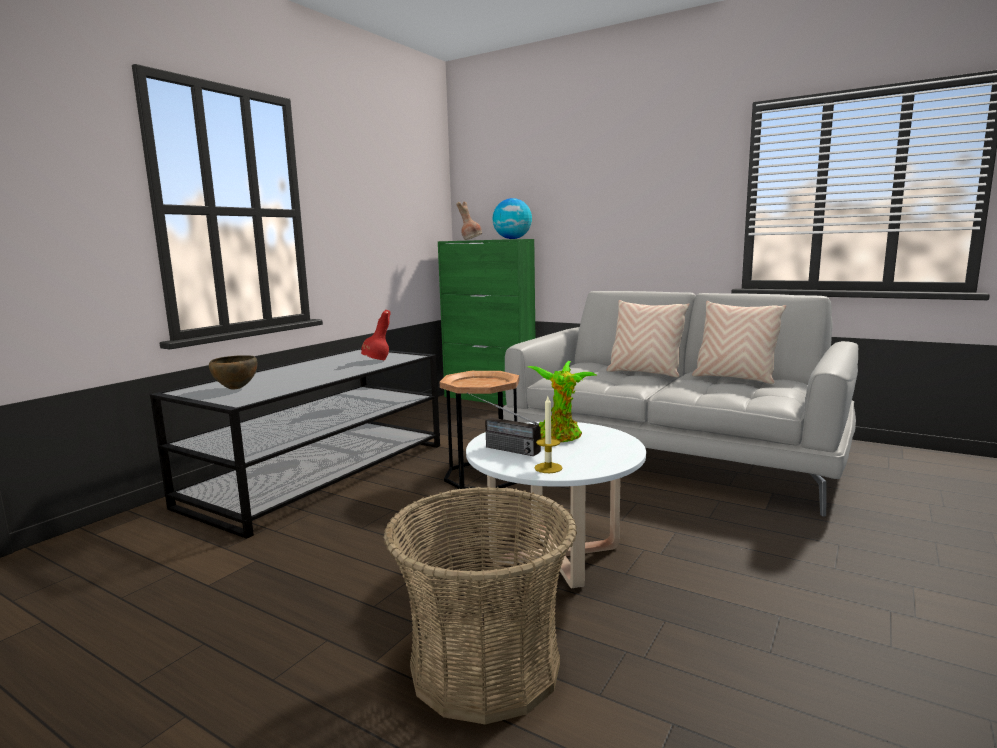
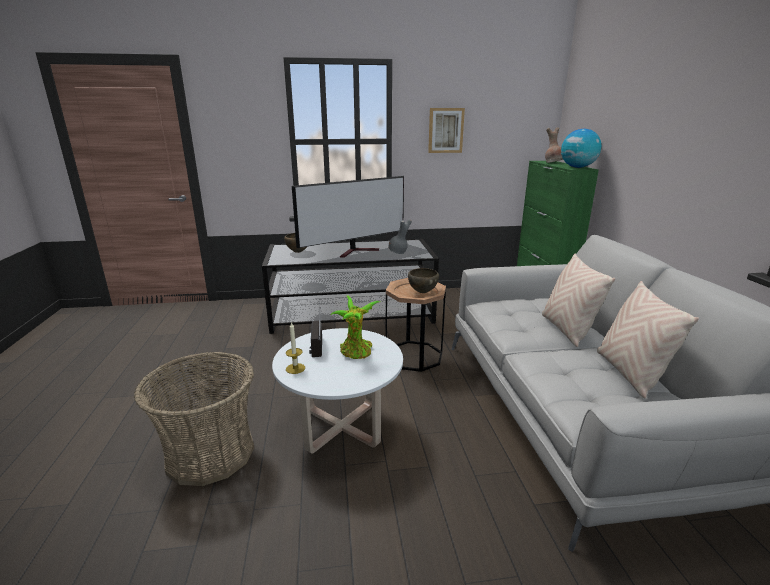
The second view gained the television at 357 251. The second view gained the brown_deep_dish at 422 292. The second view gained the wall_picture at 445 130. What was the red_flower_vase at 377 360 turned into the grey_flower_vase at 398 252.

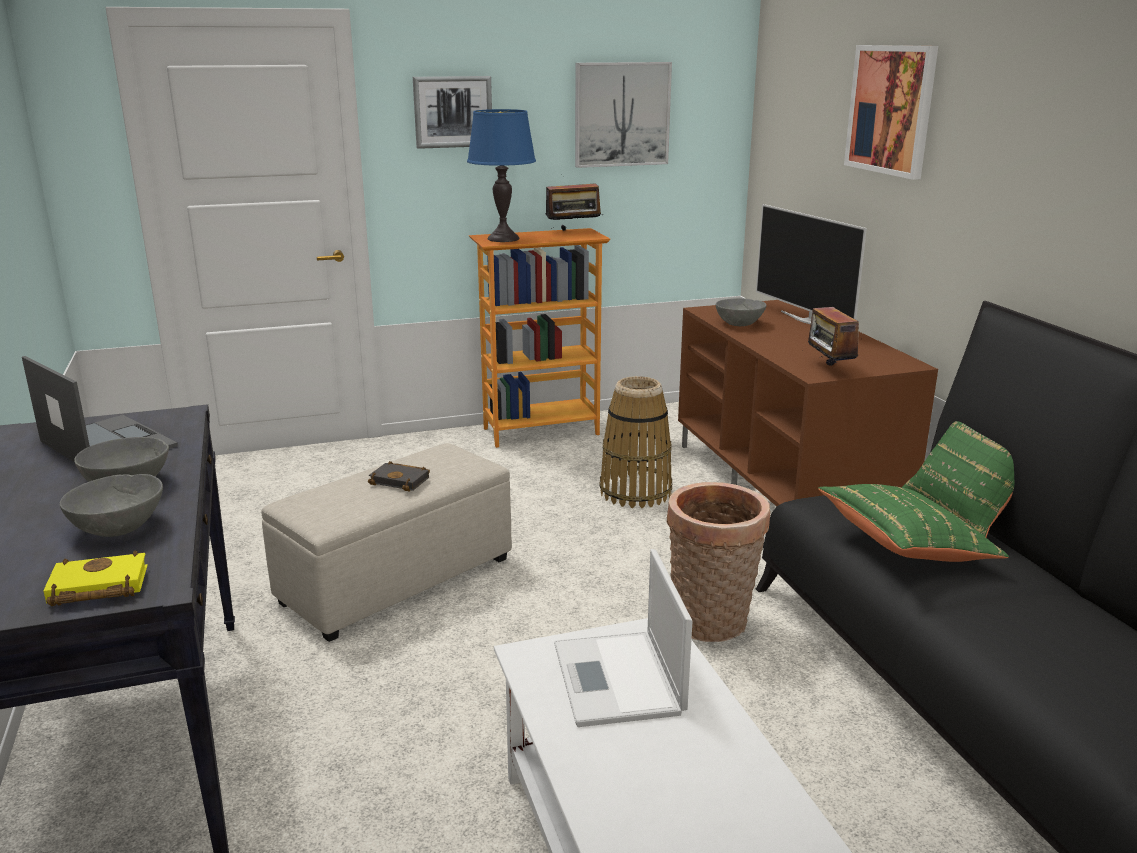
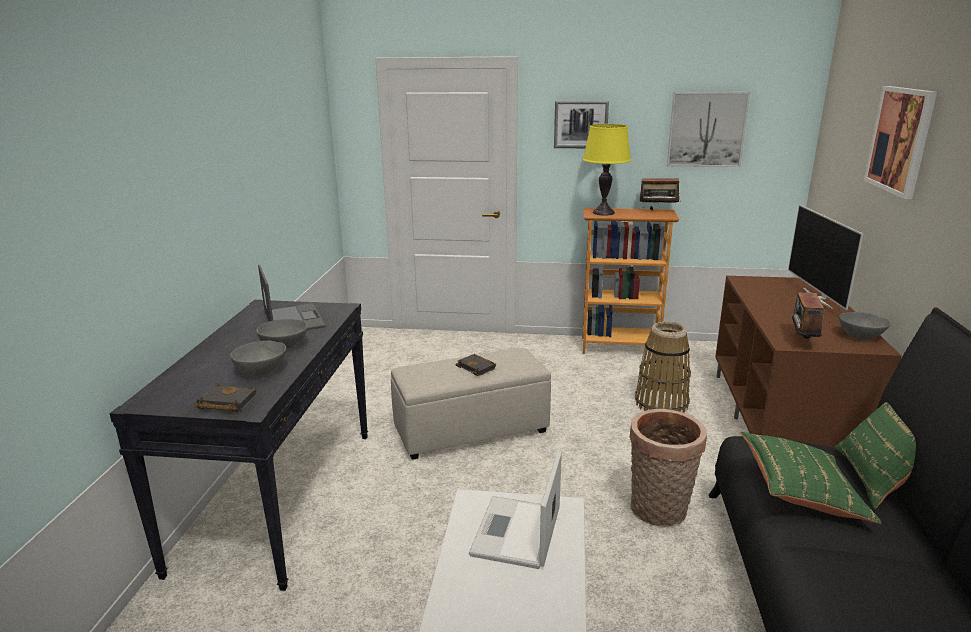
The grey_deep_dish ended up elsewhere, having gone from 739 324 to 860 336. What was the yellowish_bound_book at 95 588 turned into the black-coloured_bound_book at 225 403. What was the blue_tabletop_lamp at 503 239 turned into the yellowish_tabletop_lamp at 603 212.

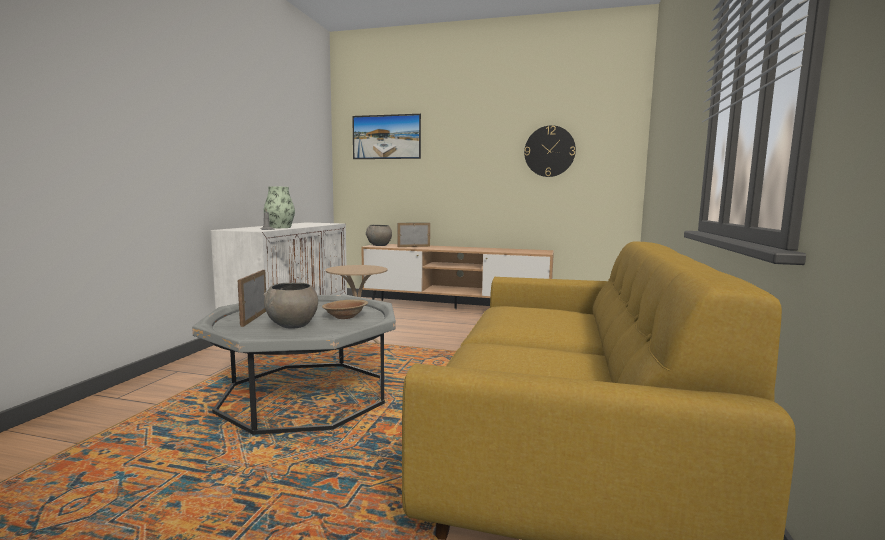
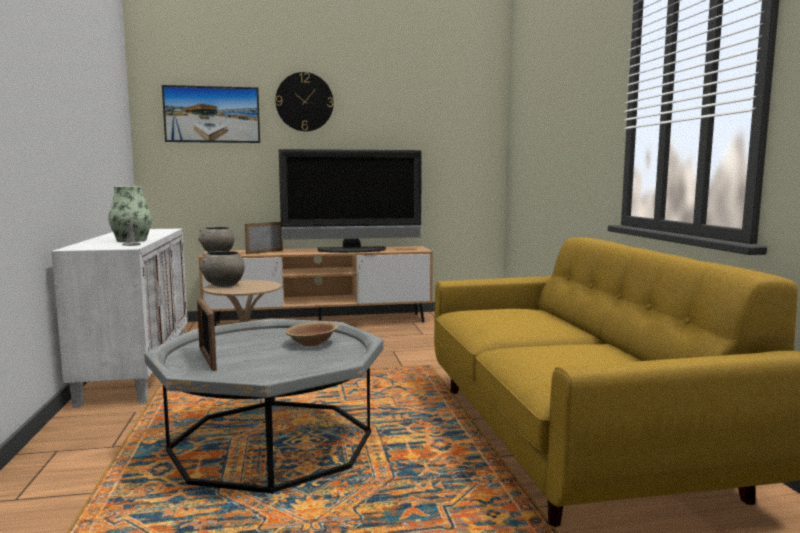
The second view gained the television at 352 250. The grey_deep_dish ended up elsewhere, having gone from 292 325 to 223 285. The clock_on_the_wall ended up elsewhere, having gone from 549 151 to 304 102.

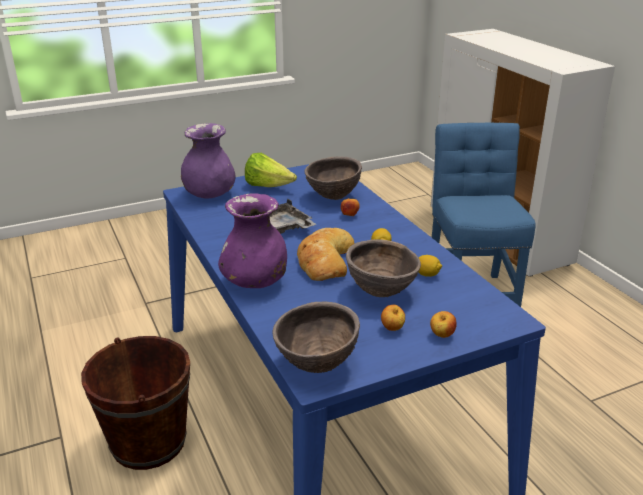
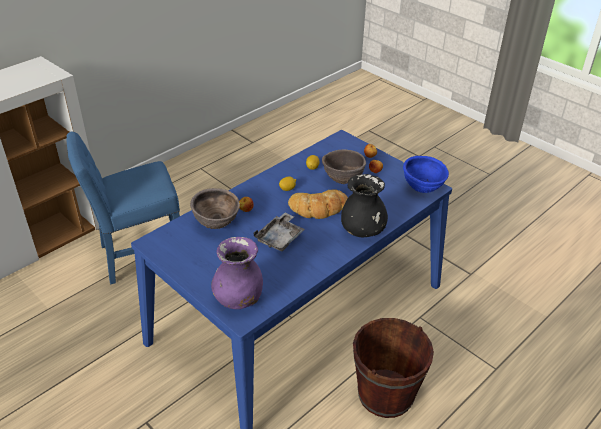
The second view lost the lettuce at 268 186. What was the purple-coloured_flower_vase at 255 282 turned into the black-coloured_flower_vase at 362 230. What was the brown_deep_dish at 316 365 turned into the blue_deep_dish at 422 189.

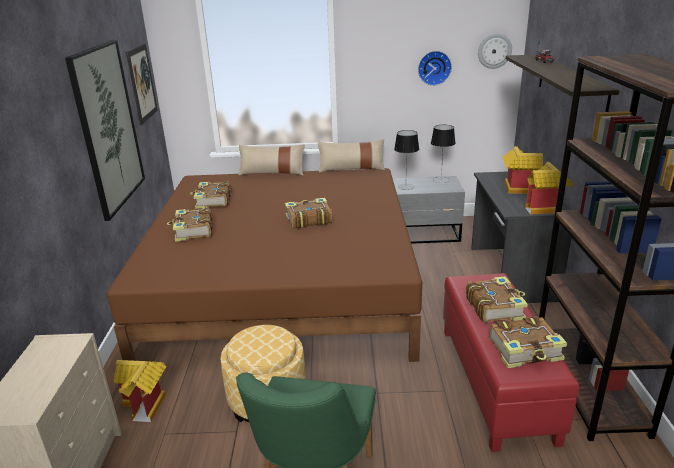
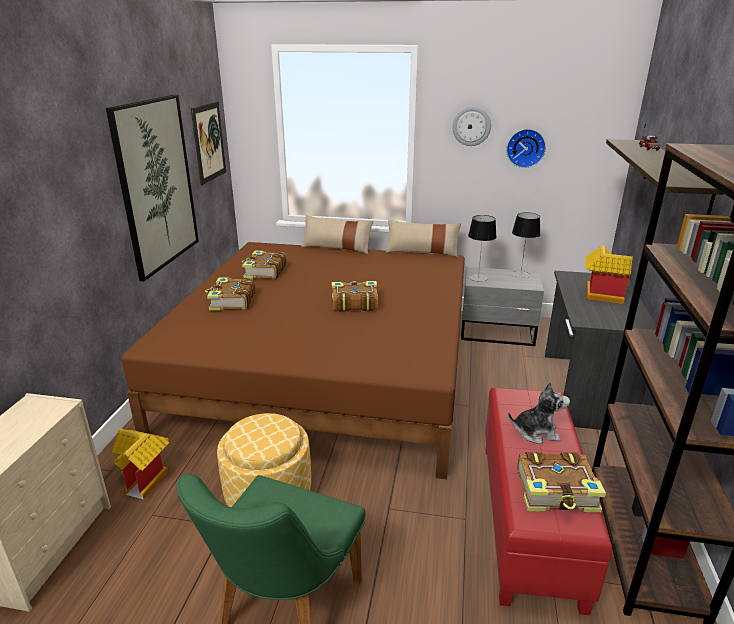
The second view lost the model_house at 545 208. The clock_on_the_wall ended up elsewhere, having gone from 494 51 to 471 126. Where the bound_book stood at 494 307, the cuddly_toy came to stand at 536 432.

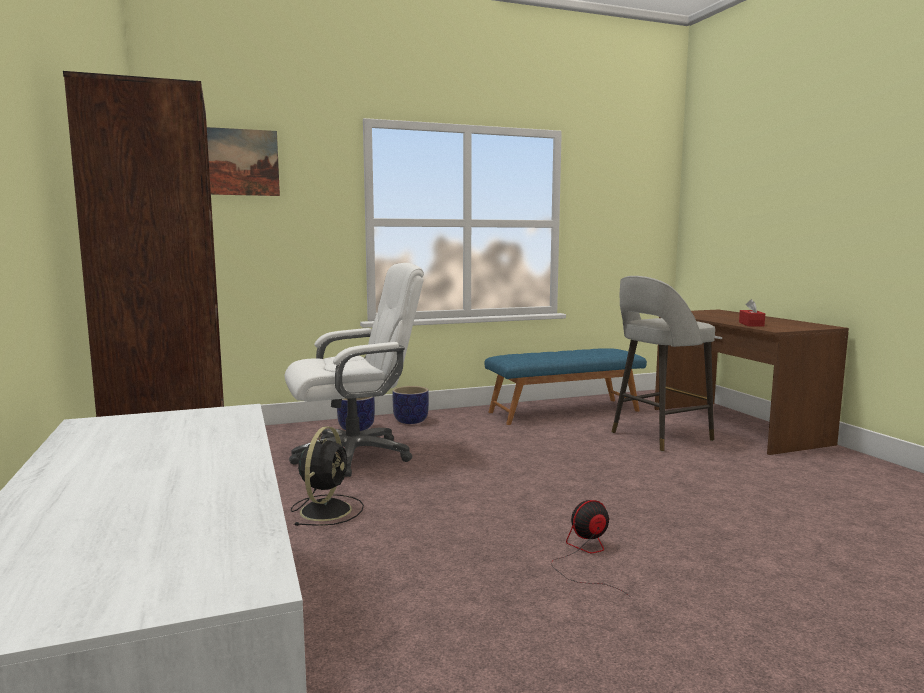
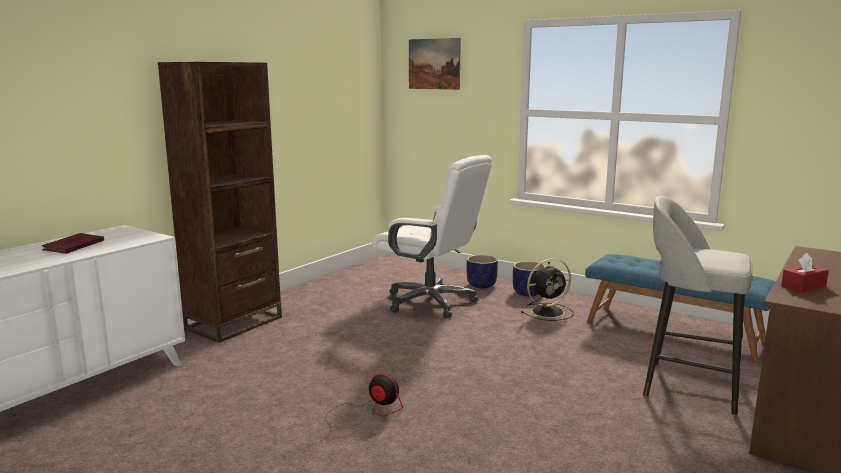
The second view gained the red_bound_book at 74 246. The black-coloured_cooling_fan ended up elsewhere, having gone from 327 509 to 549 312.

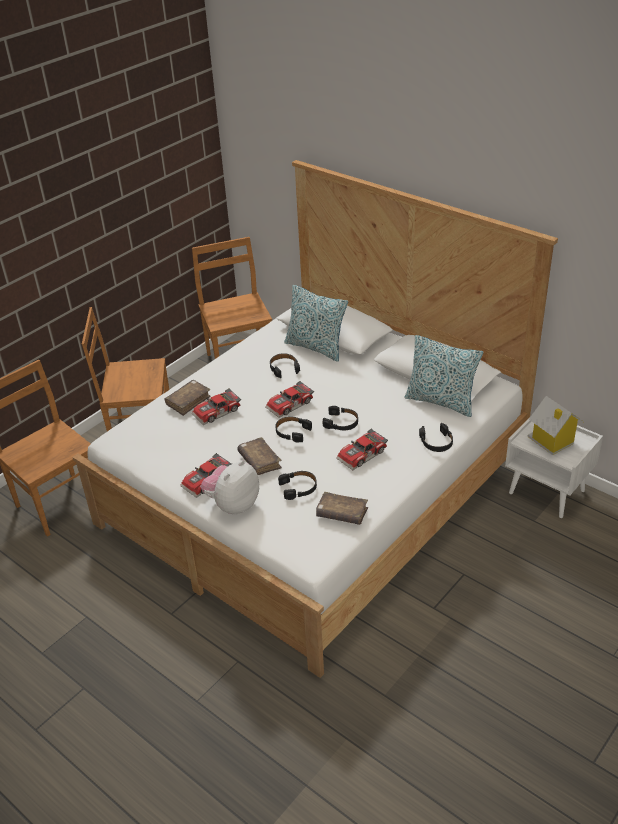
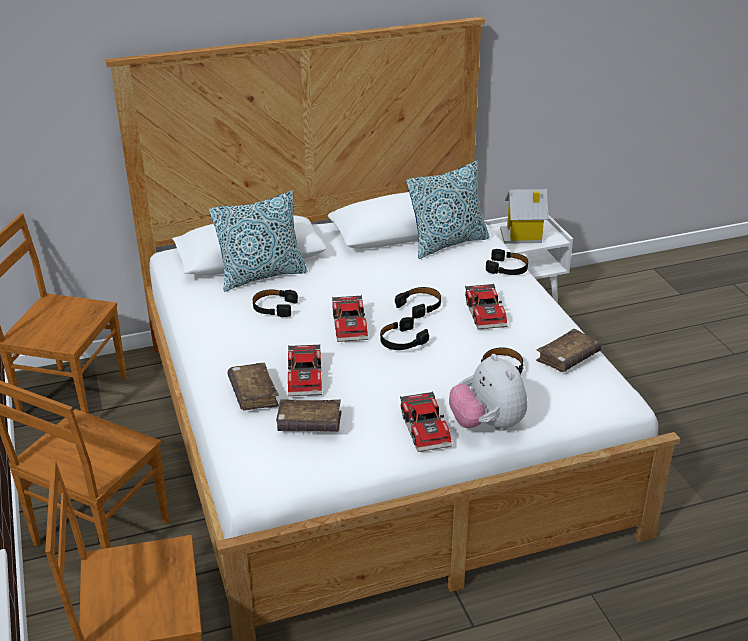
The brown_bound_book ended up elsewhere, having gone from 259 461 to 309 423.

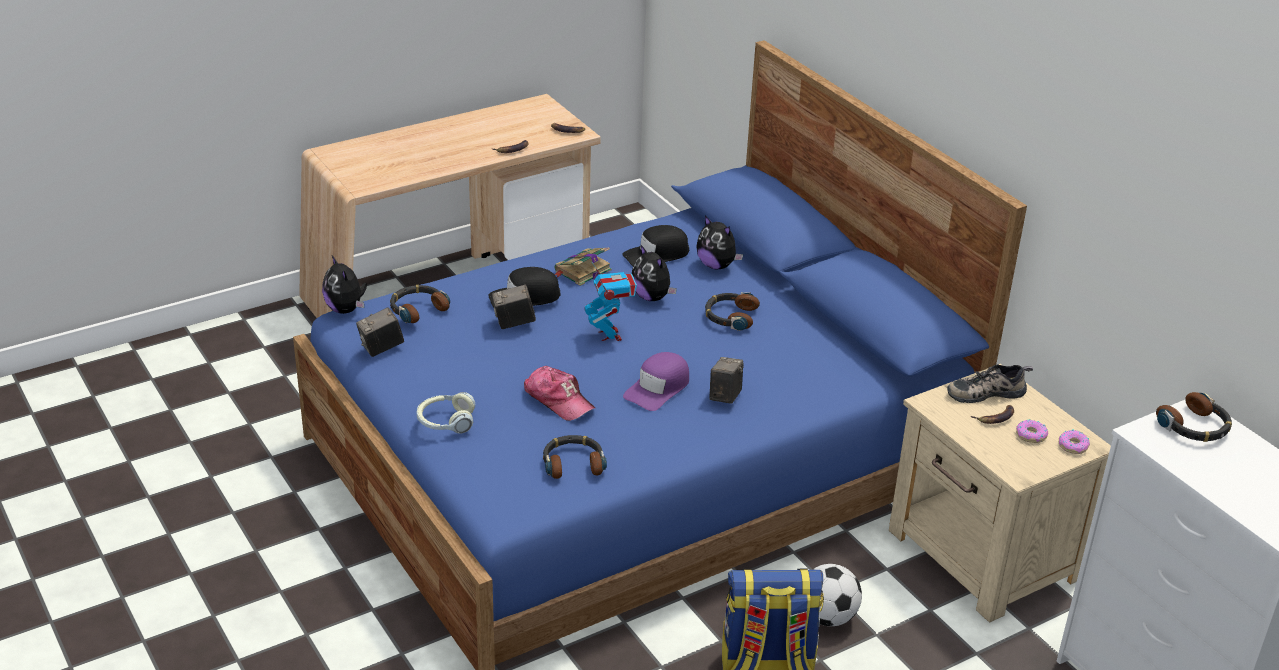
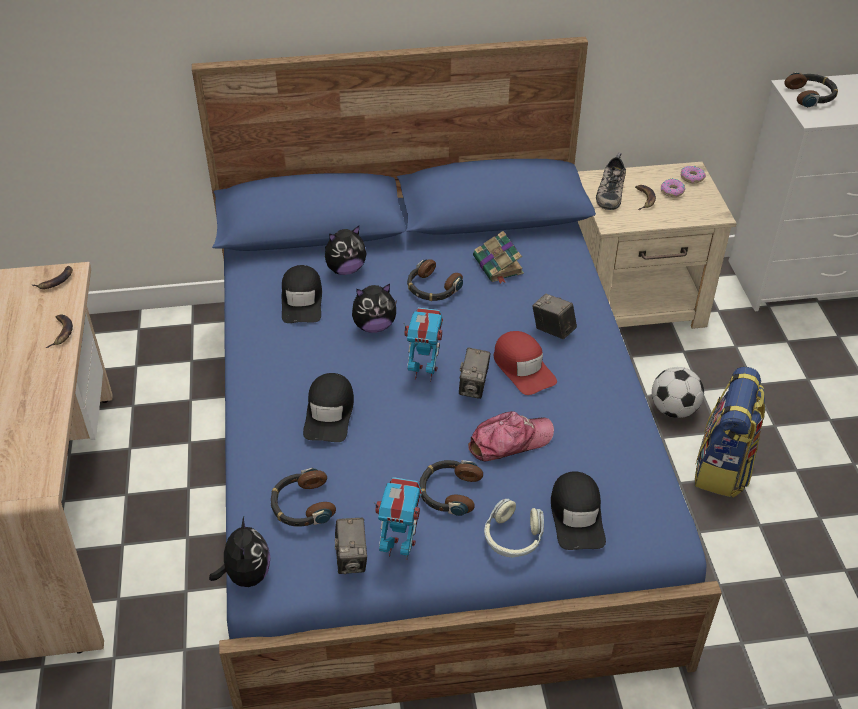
The second view gained the robot_figure at 400 548. The second view gained the black-coloured_baseball_cap at 577 516. The photo_camera ended up elsewhere, having gone from 514 323 to 473 387. The headset ended up elsewhere, having gone from 573 463 to 449 491. The bound_book ended up elsewhere, having gone from 581 271 to 498 266. What was the purple-coloured_baseball_cap at 658 388 turned into the red_baseball_cap at 523 368. The cuddly_toy at 346 309 ended up facing another way, 90 degrees counterclockwise from before.

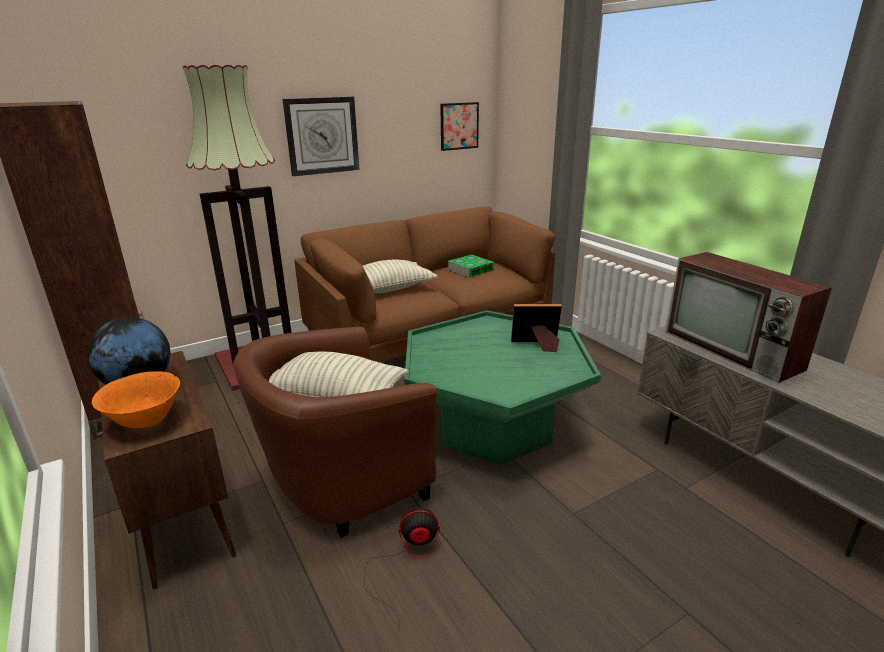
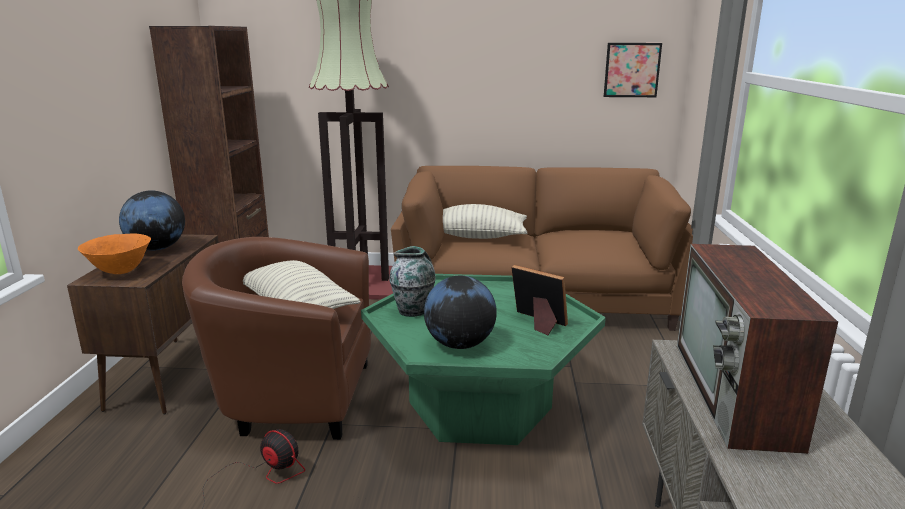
The second view lost the clock_on_the_wall at 322 136. The second view lost the bound_book at 470 269. The second view gained the flower_vase at 413 311. The second view gained the globe at 460 344.

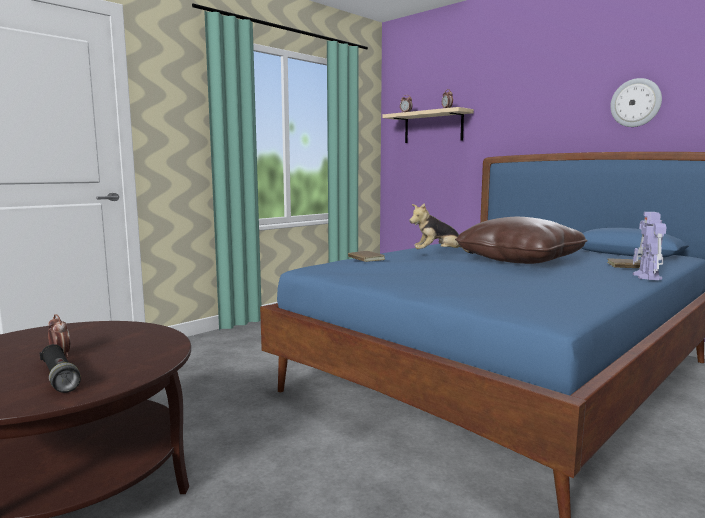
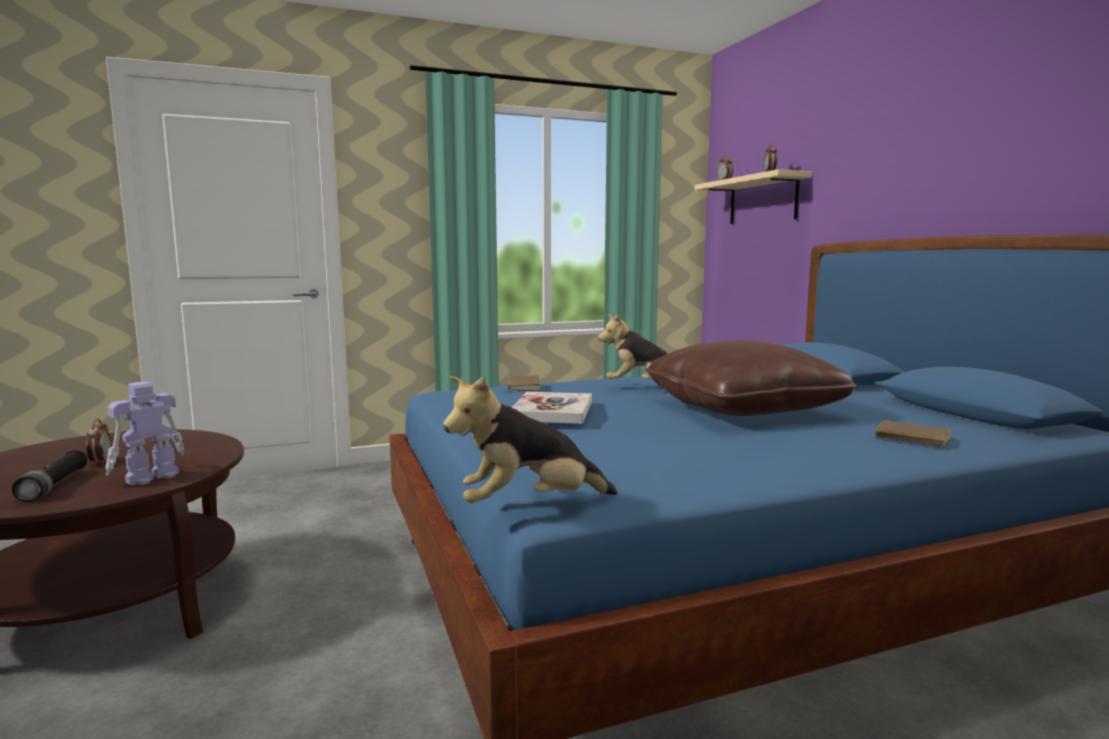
The second view lost the clock_on_the_wall at 635 103. The second view gained the cuddly_toy at 529 506. The second view gained the bound_book at 552 411. The robot_figure ended up elsewhere, having gone from 647 277 to 150 477.

